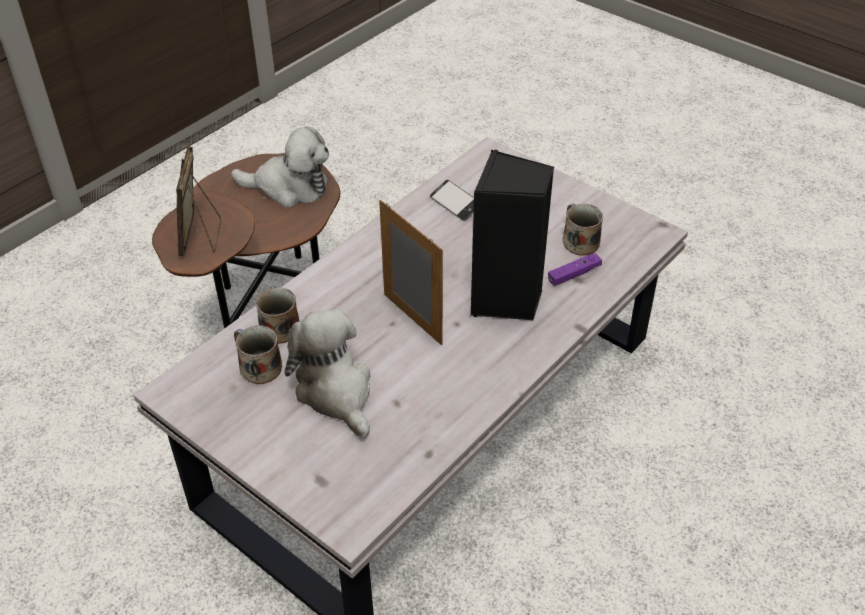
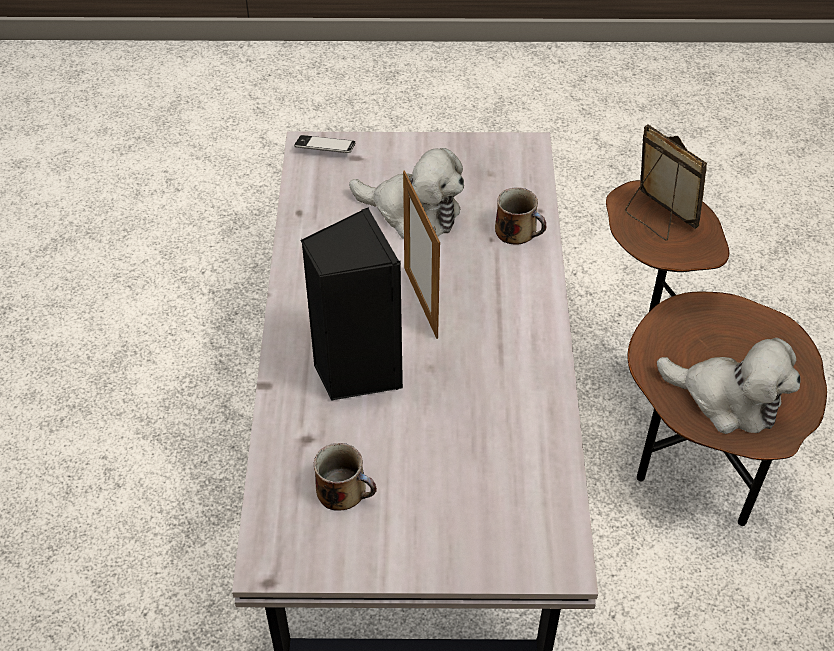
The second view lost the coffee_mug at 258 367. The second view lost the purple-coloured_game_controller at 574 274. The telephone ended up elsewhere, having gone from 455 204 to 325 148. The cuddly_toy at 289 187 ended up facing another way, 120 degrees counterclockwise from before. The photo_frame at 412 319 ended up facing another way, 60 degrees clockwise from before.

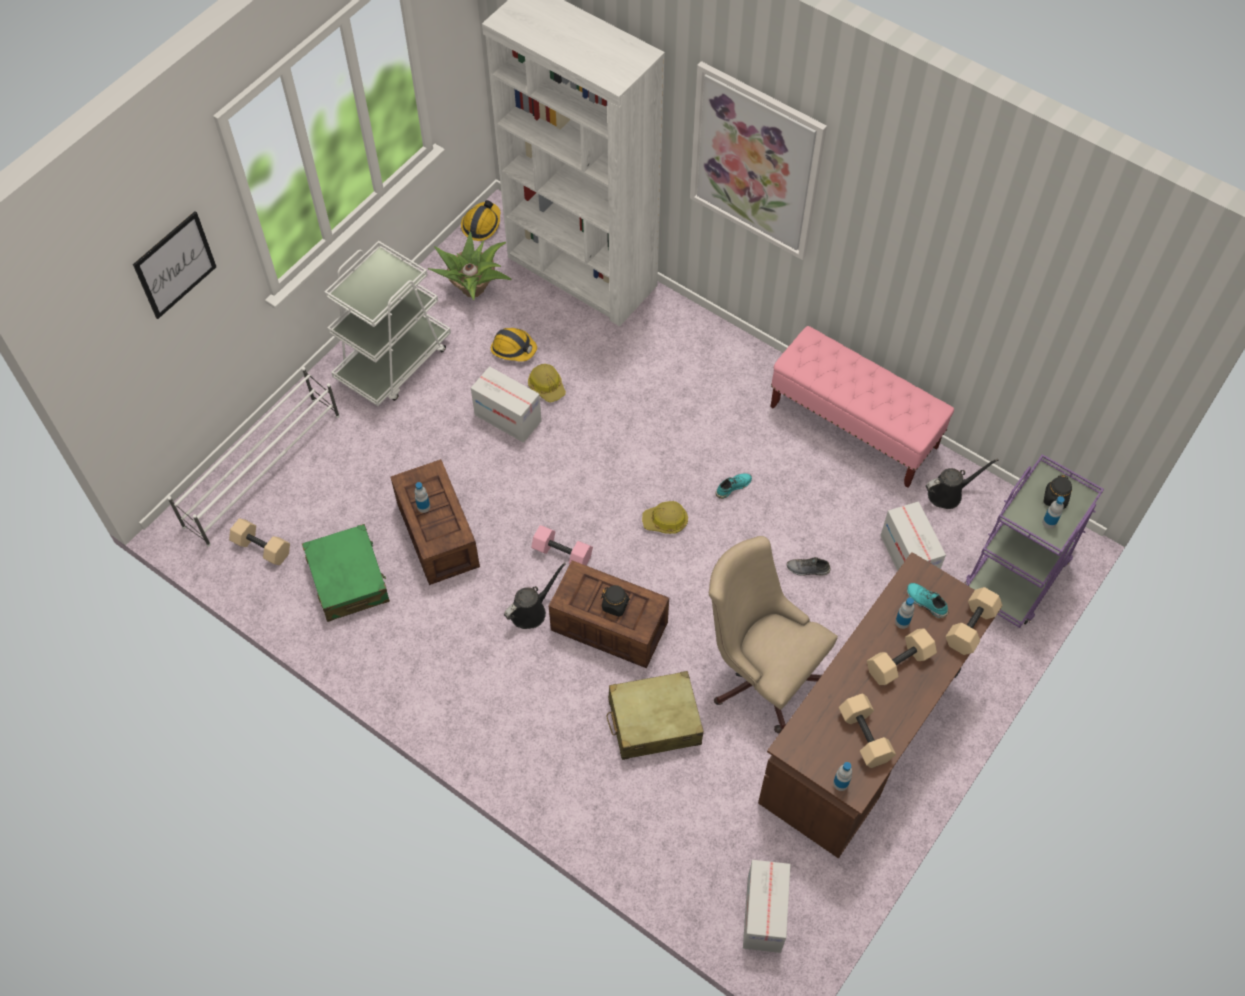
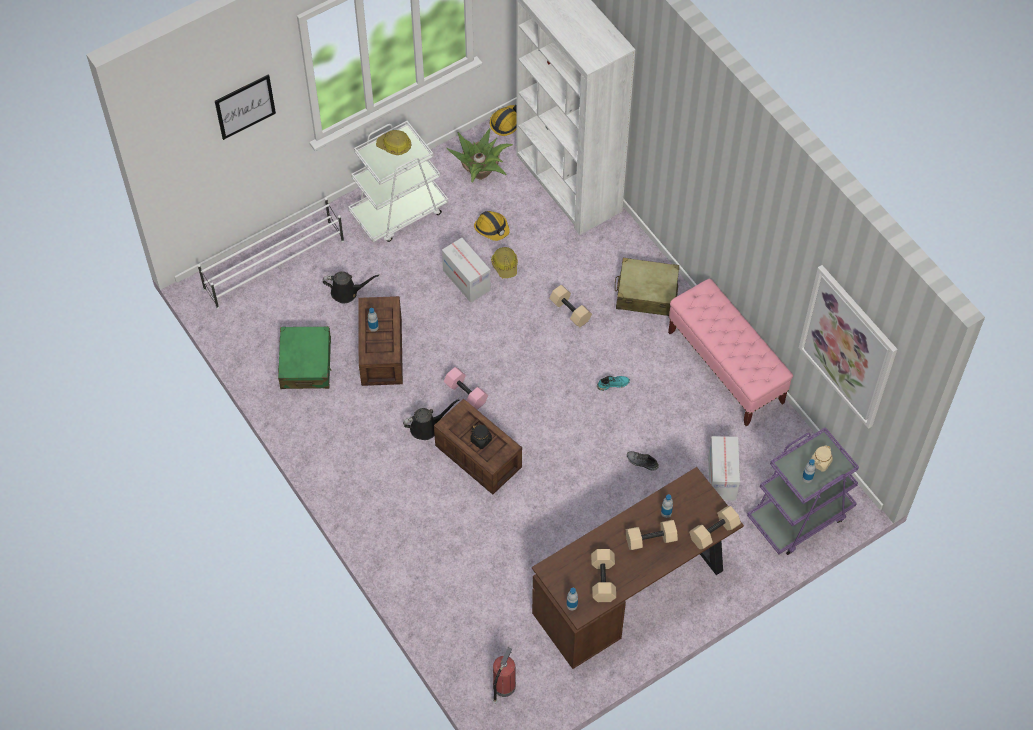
The second view lost the sand-coloured_desk_chair at 760 672. The second view lost the turquoise-coloured_shoe at 925 602. The sand-coloured_free_weight ended up elsewhere, having gone from 263 547 to 571 311. The sand-coloured_piece_of_luggage ended up elsewhere, having gone from 654 721 to 646 293. The safety_helmet ended up elsewhere, having gone from 665 521 to 394 145. The wall_picture ended up elsewhere, having gone from 756 162 to 848 346. The black-coloured_watering_pot ended up elsewhere, having gone from 948 493 to 347 292. Where the carton stood at 763 914, the fire_extinguisher came to stand at 503 687. What was the black-coloured_jar at 1055 499 turned into the sand-coloured_jar at 820 462.

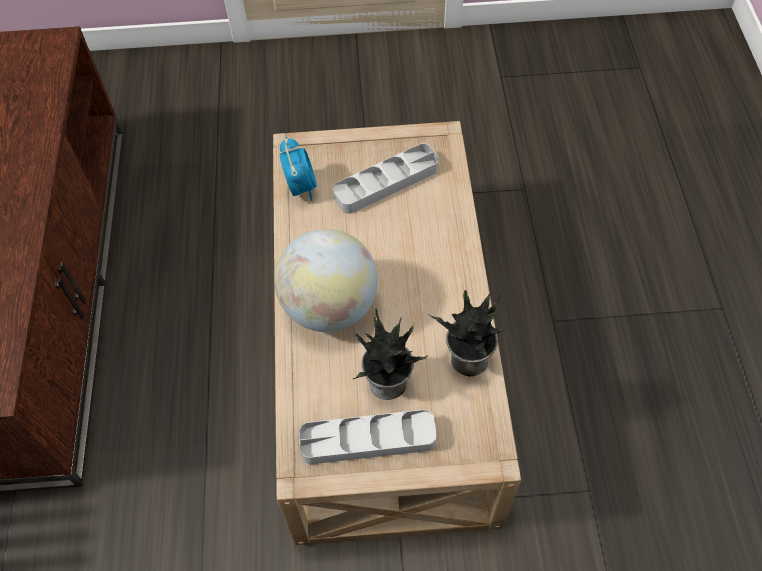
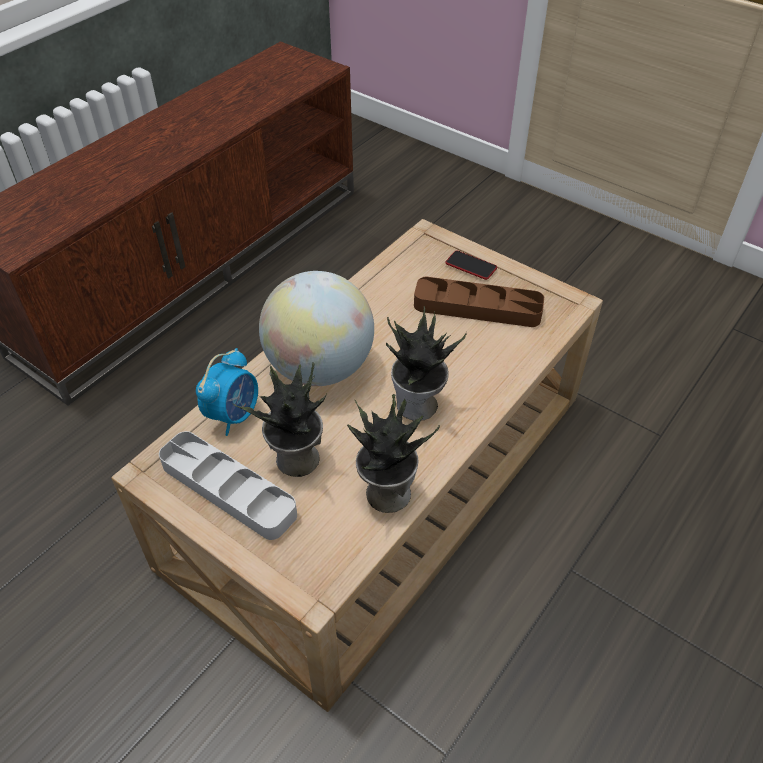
The second view gained the plant_in_a_pot at 418 406. The second view gained the telephone at 471 266. The alarm_clock ended up elsewhere, having gone from 301 187 to 234 414. What was the grey_carrying_tray at 386 182 turned into the brown_carrying_tray at 477 307.

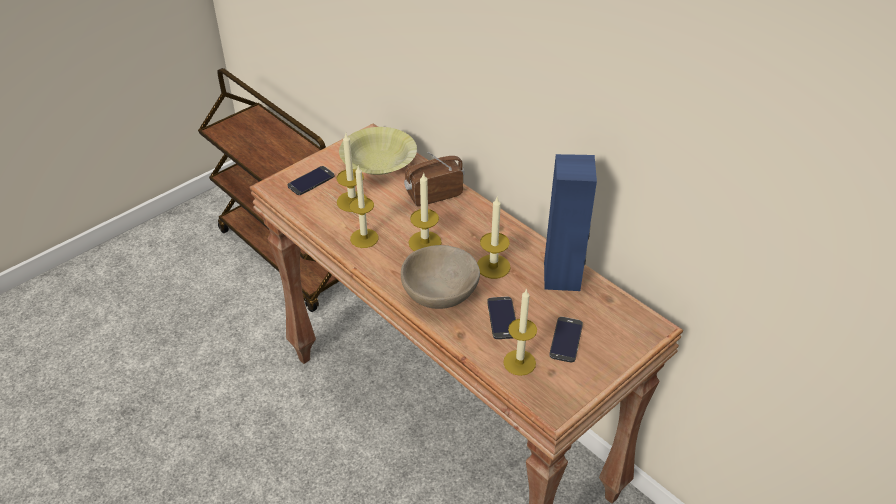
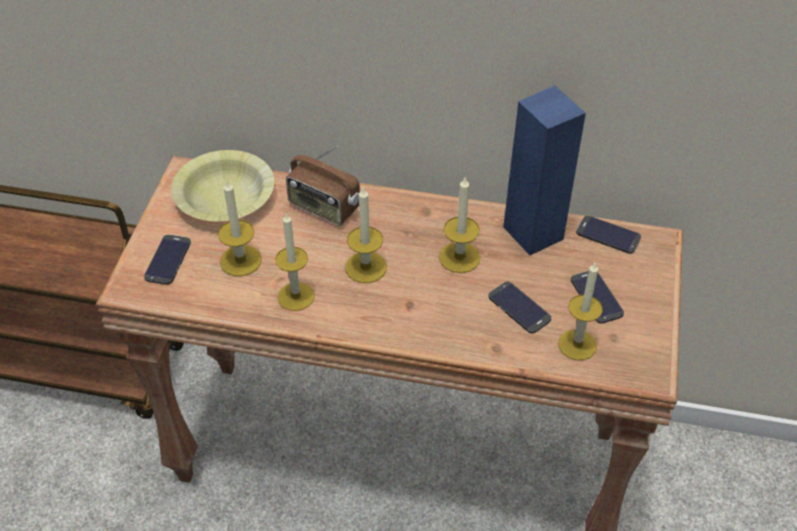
The second view lost the sand-coloured_deep_dish at 440 295. The second view gained the telephone at 608 235. The radio_set at 433 194 ended up facing another way, 90 degrees counterclockwise from before.

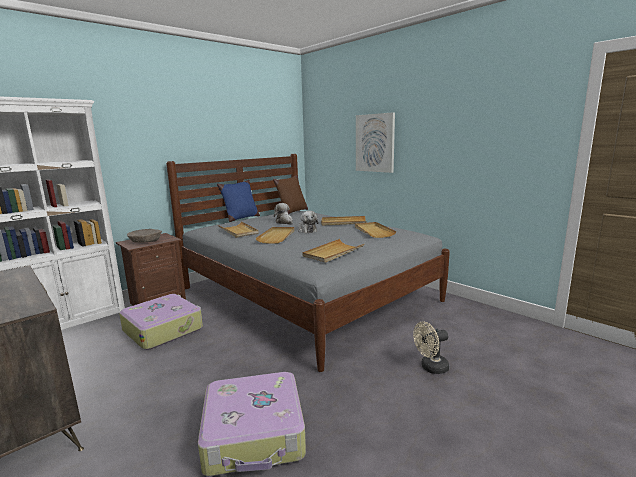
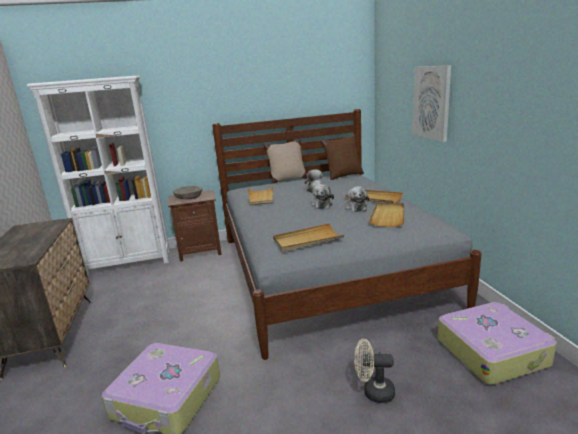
The second view lost the sand-coloured_carrying_tray at 277 236. The second view gained the cuddly_toy at 355 207. The piece_of_luggage ended up elsewhere, having gone from 163 329 to 492 351. What was the blue_cushion at 241 218 turned into the sand-coloured_cushion at 287 179.

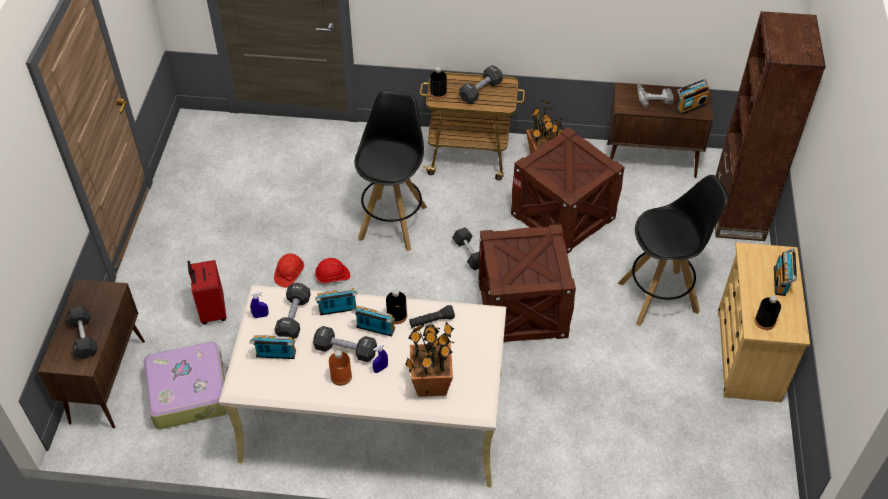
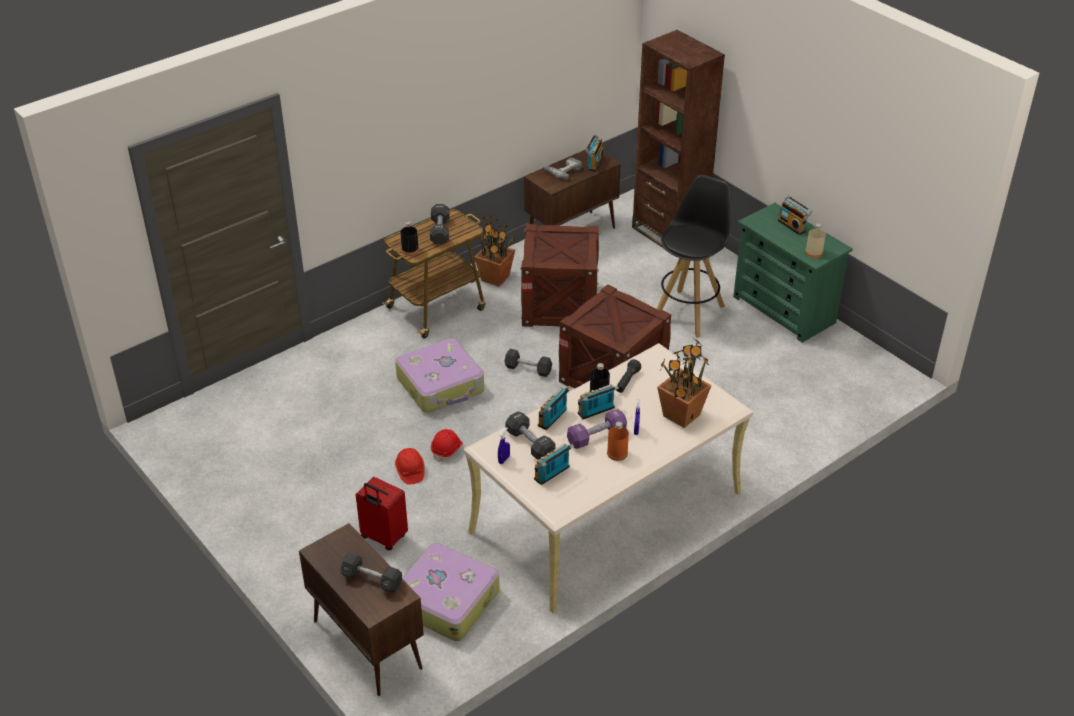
Where the black-coloured_stool_seat stood at 393 222, the piece_of_luggage came to stand at 441 385. What was the black-coloured_free_weight at 345 350 turned into the purple-coloured_free_weight at 596 437. What was the sand-coloured_drawer_chest at 748 355 turned into the green_drawer_chest at 784 310. What was the black-coloured_beverage_bottle at 764 321 turned into the sand-coloured_beverage_bottle at 814 252.

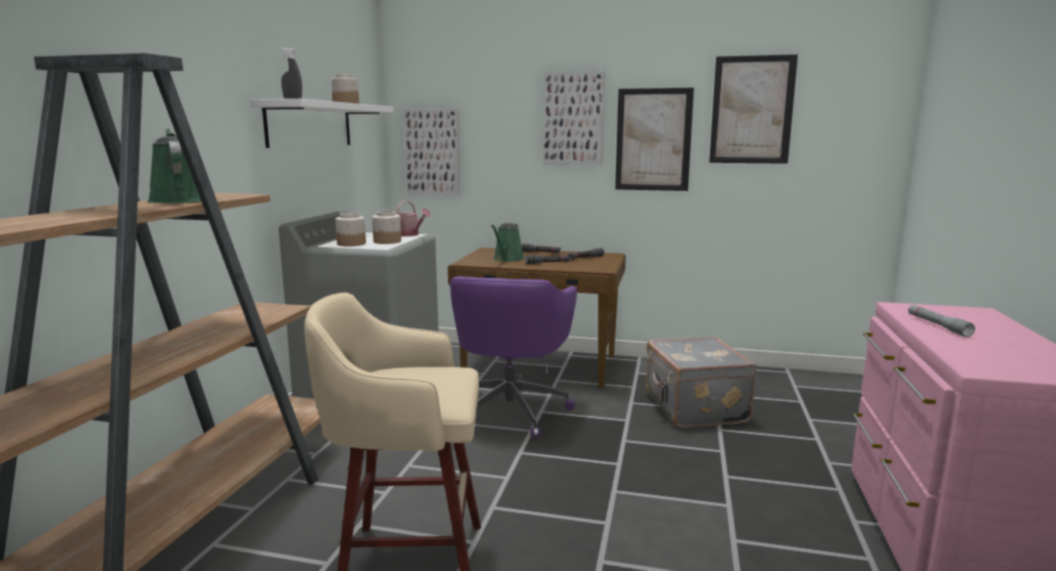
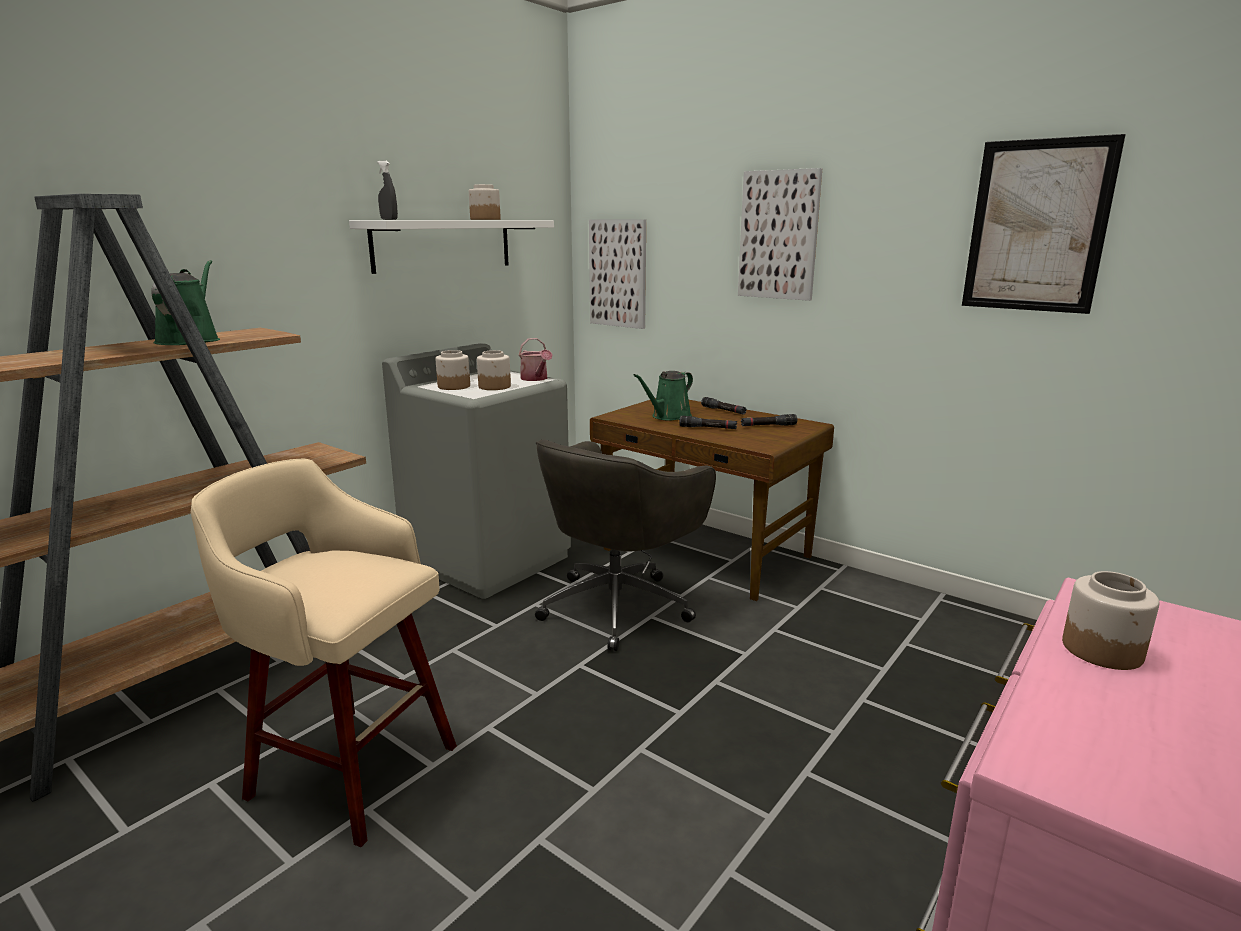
The second view lost the wall_picture at 653 140. The second view lost the grey_piece_of_luggage at 694 408. Where the grey_hand_torch stood at 937 326, the jar came to stand at 1102 650. What was the purple-coloured_desk_chair at 511 409 turned into the grey_desk_chair at 619 605.

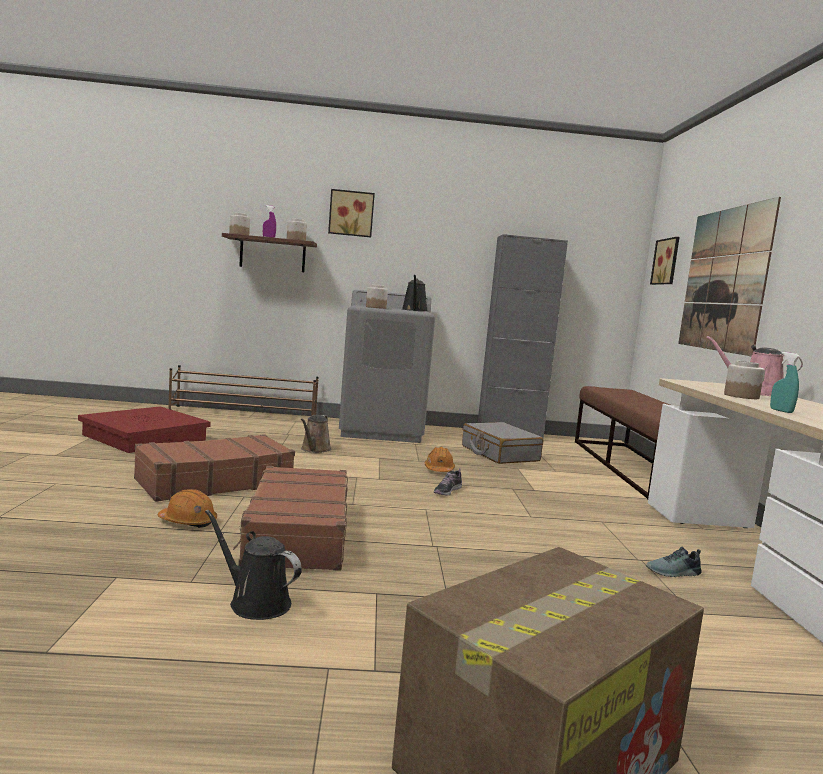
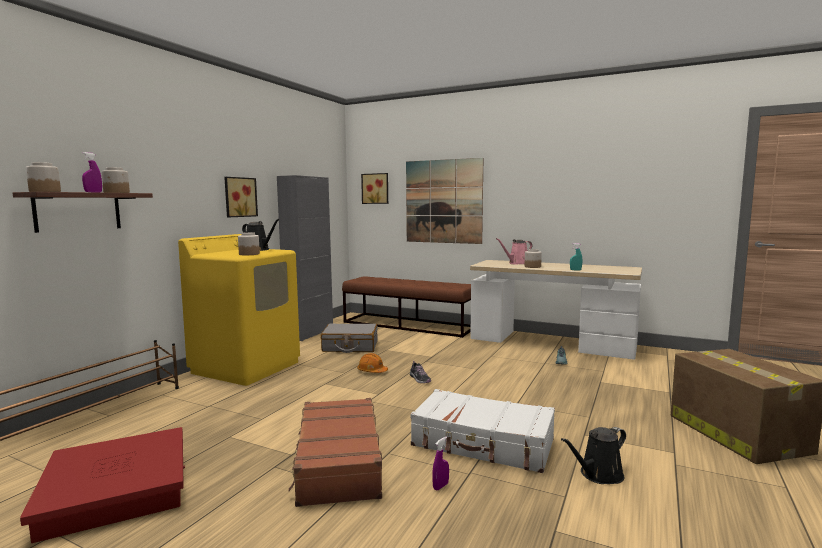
The second view lost the brown_watering_pot at 314 449. The wall_picture ended up elsewhere, having gone from 351 213 to 239 197. Where the orangey_safety_helmet stood at 188 521, the purple-coloured_hand_sprayer came to stand at 440 486. What was the brown_piece_of_luggage at 296 533 turned into the whitish_piece_of_luggage at 483 443. What was the grey_laundry_machine at 381 430 turned into the yellowish_laundry_machine at 246 367.

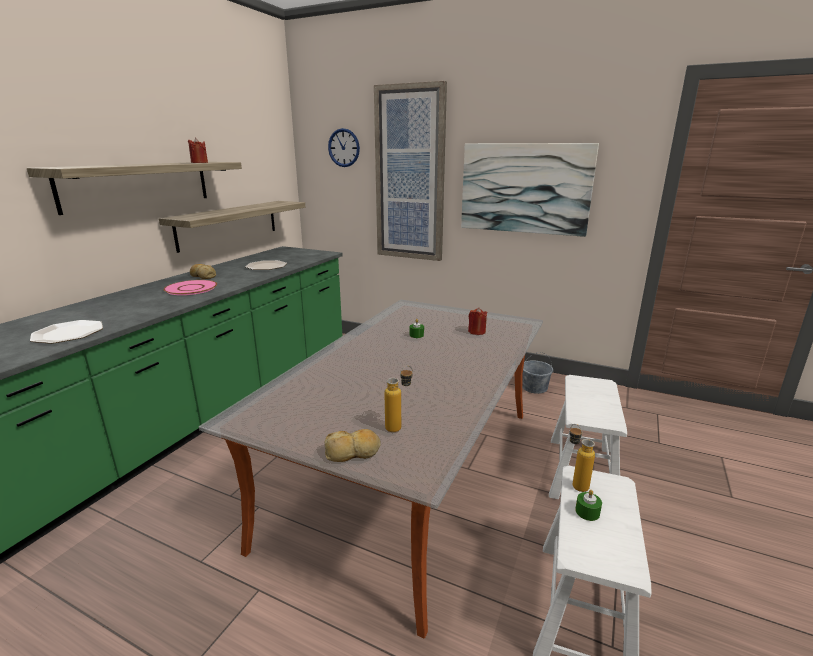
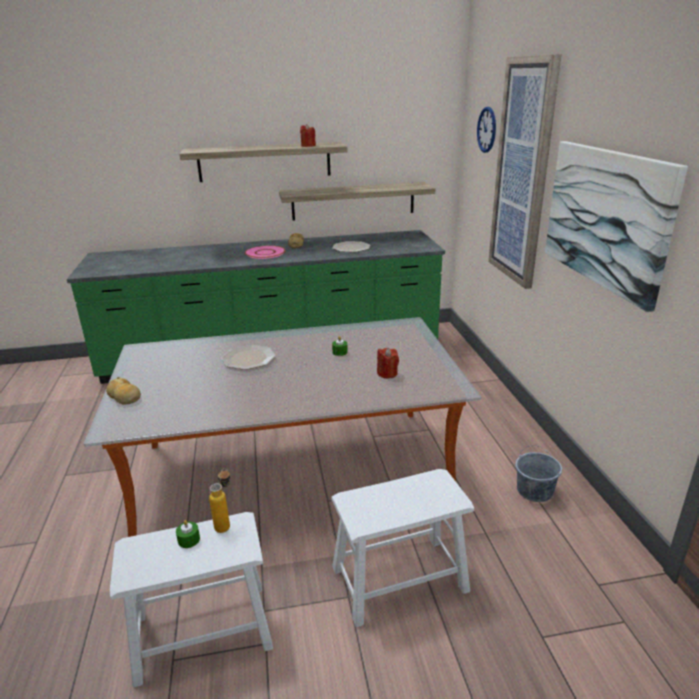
The second view lost the beverage_bottle at 399 426. The plate ended up elsewhere, having gone from 68 333 to 249 358.

